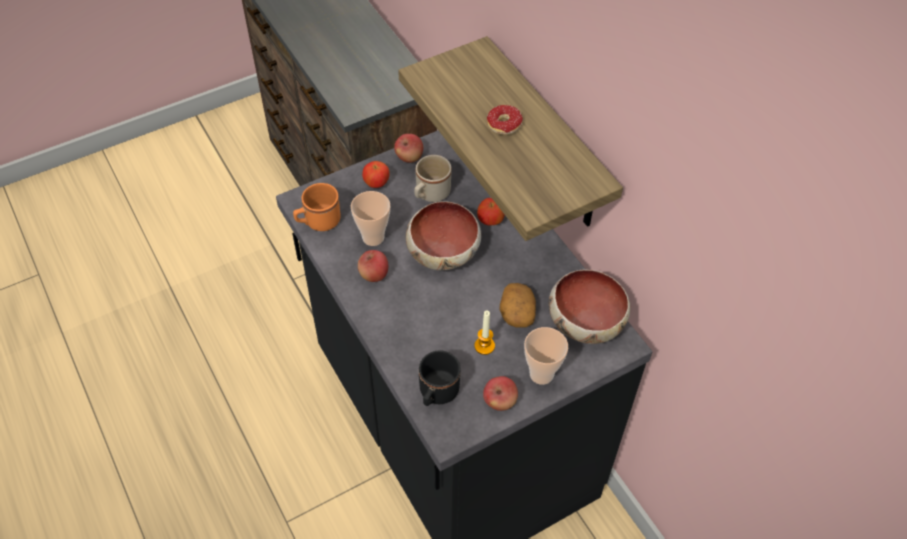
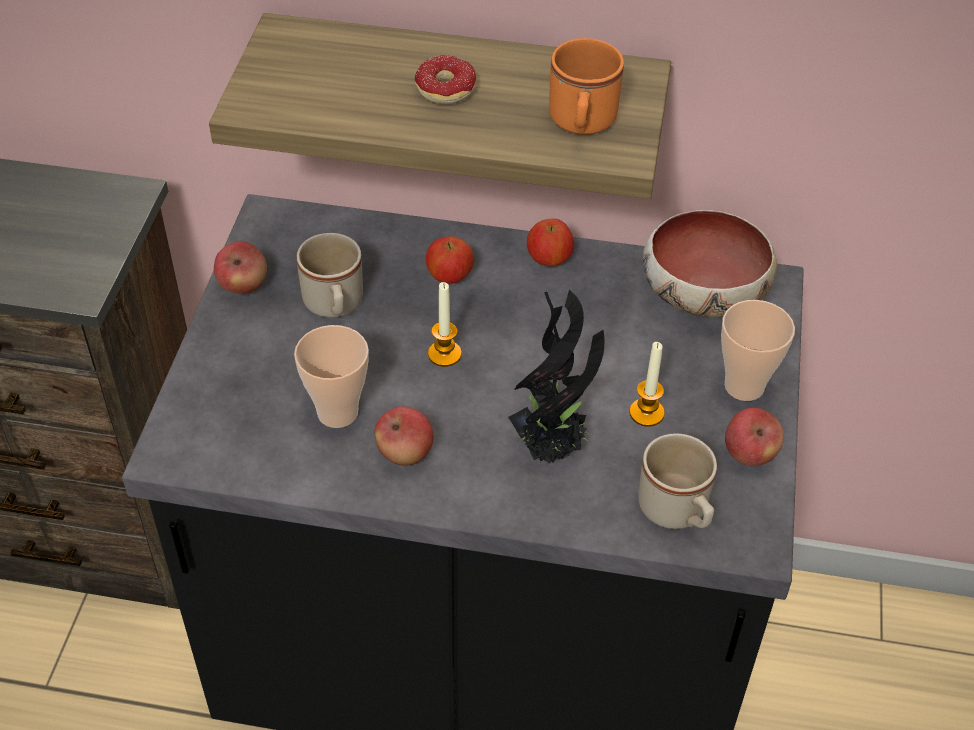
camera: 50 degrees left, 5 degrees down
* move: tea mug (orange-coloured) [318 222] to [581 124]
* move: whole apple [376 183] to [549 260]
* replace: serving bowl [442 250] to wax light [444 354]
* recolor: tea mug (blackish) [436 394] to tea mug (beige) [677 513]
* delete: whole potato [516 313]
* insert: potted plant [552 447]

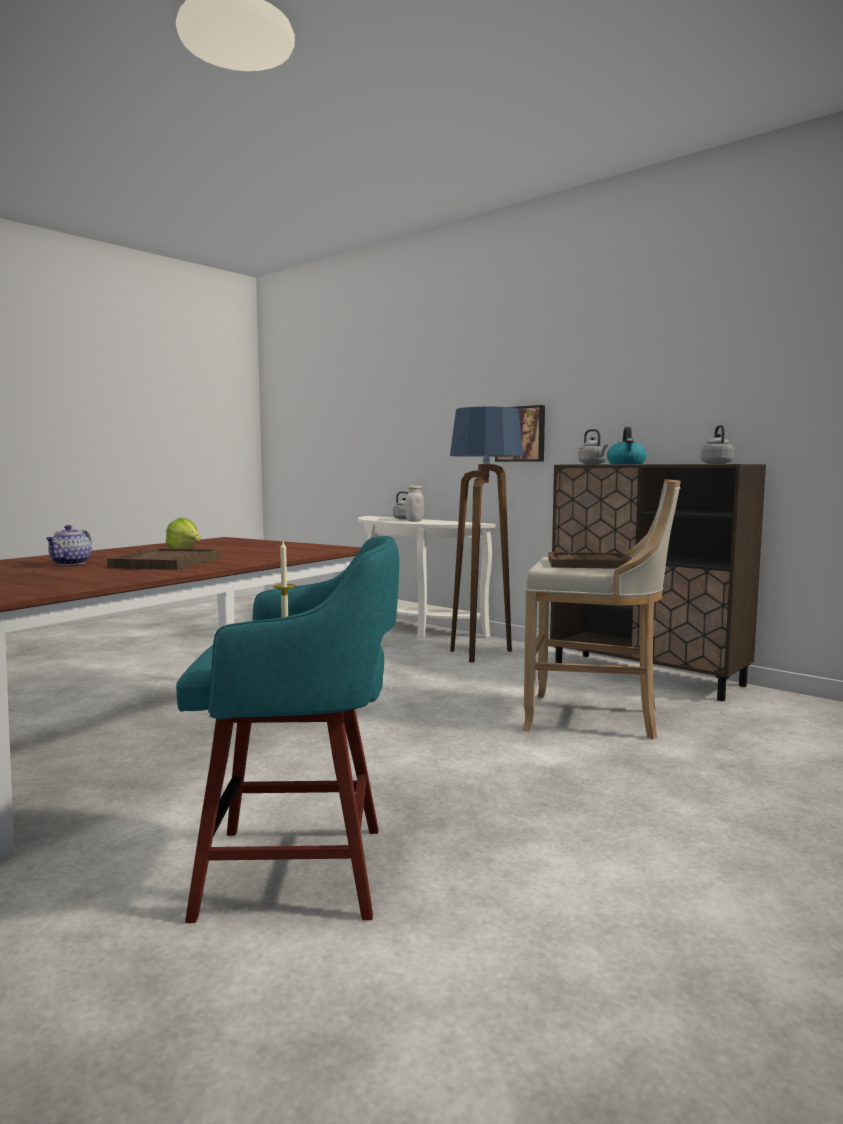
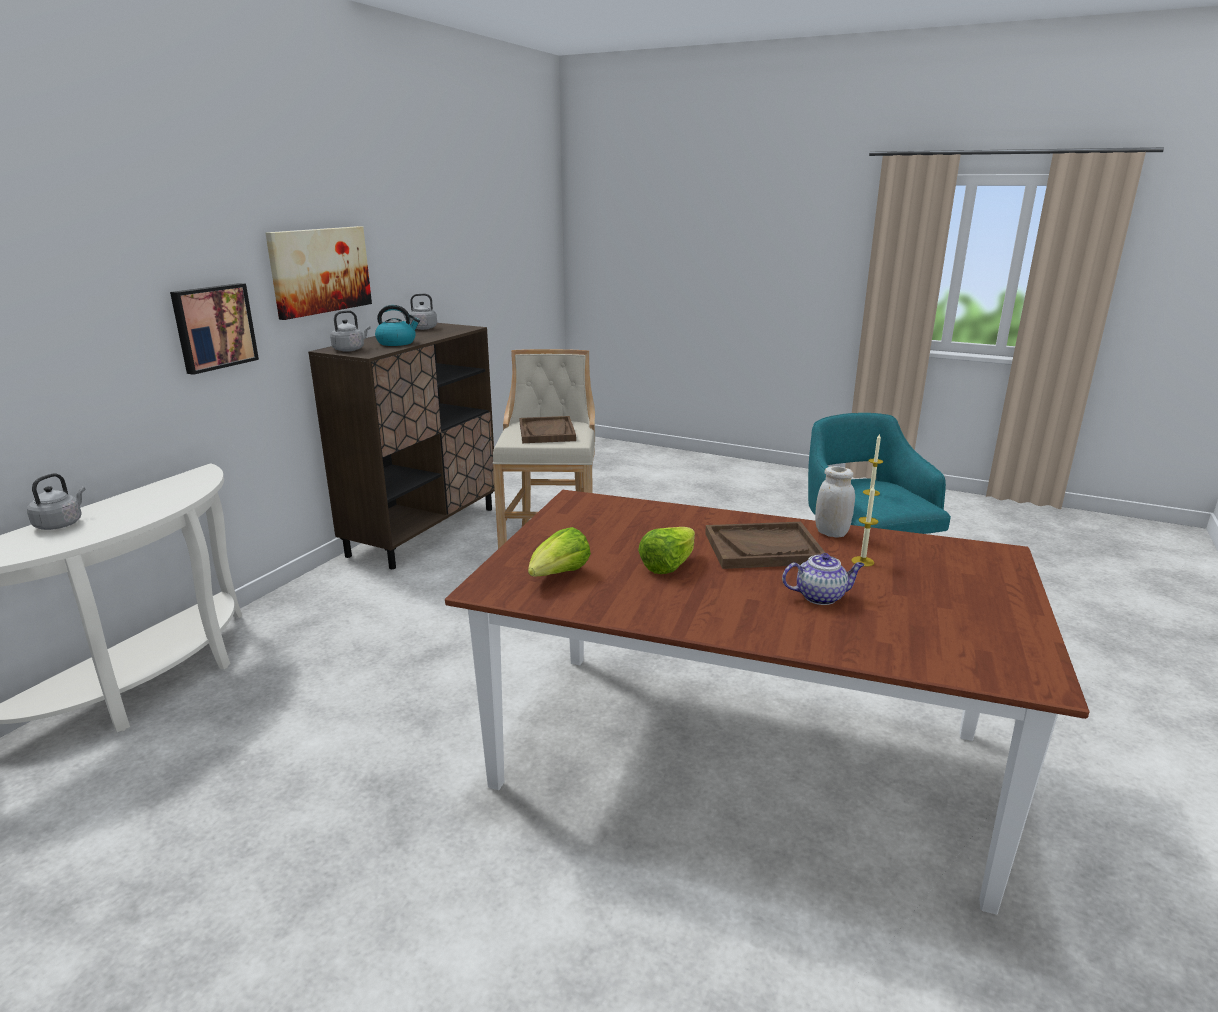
camera: 105 degrees left, 15 degrees up
* move: storage jar (white) [414 521] to [831 533]
* delete: standard lamp [483 654]
* insert: wall picture [320 270]
* insert: lettuce head [559 575]
* insert: wax light [862 561]

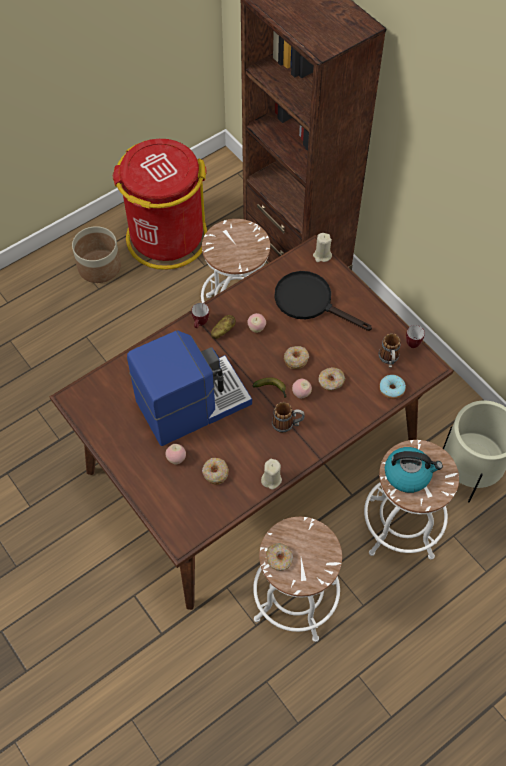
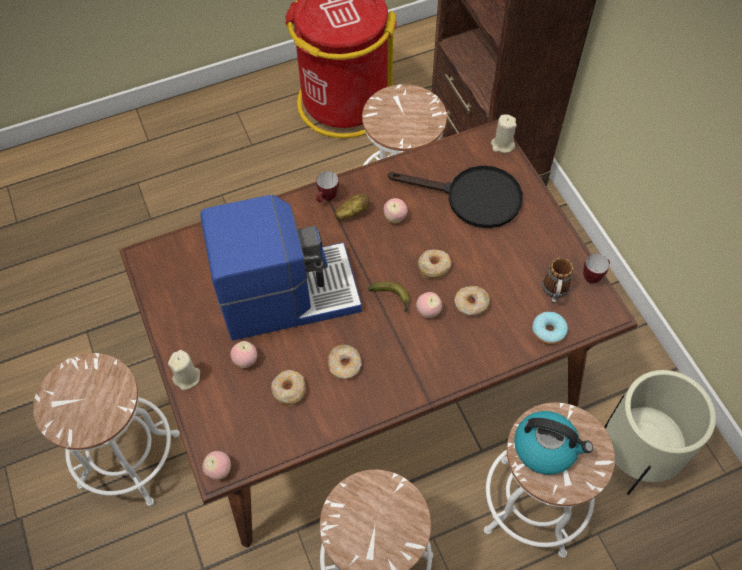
camera: 15 degrees right, 0 degrees up
* delete: plant pot [99 266]
* move: wax light (beige) [271 479] to [187 377]
* move: ring doughnut [279 559] to [345 365]
* delete: tea mug [287 424]
* rotate: pan (blackish) [310 301] = [472 198] 150 degrees clockwise
* insert: sitting stool (white) [129 459]
* insert: whole apple [219 470]

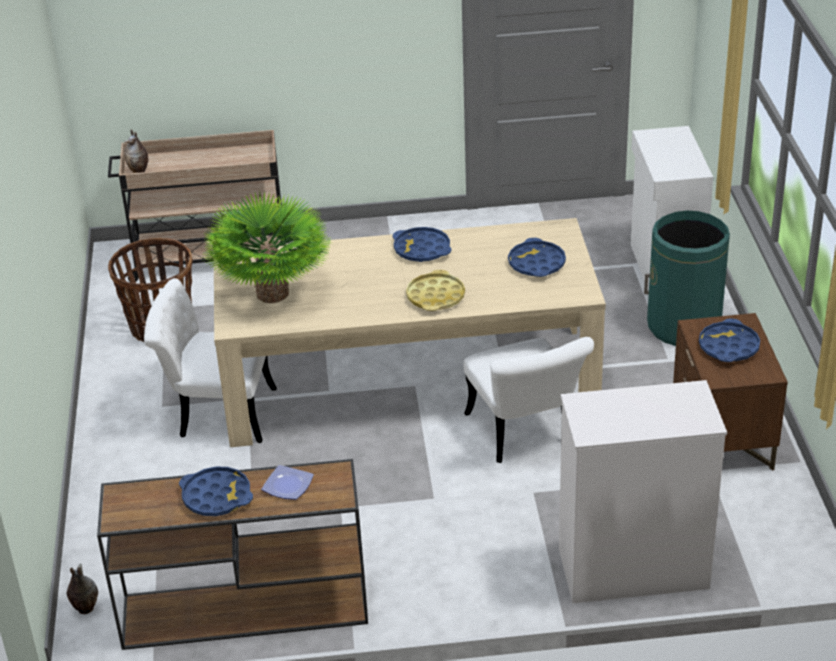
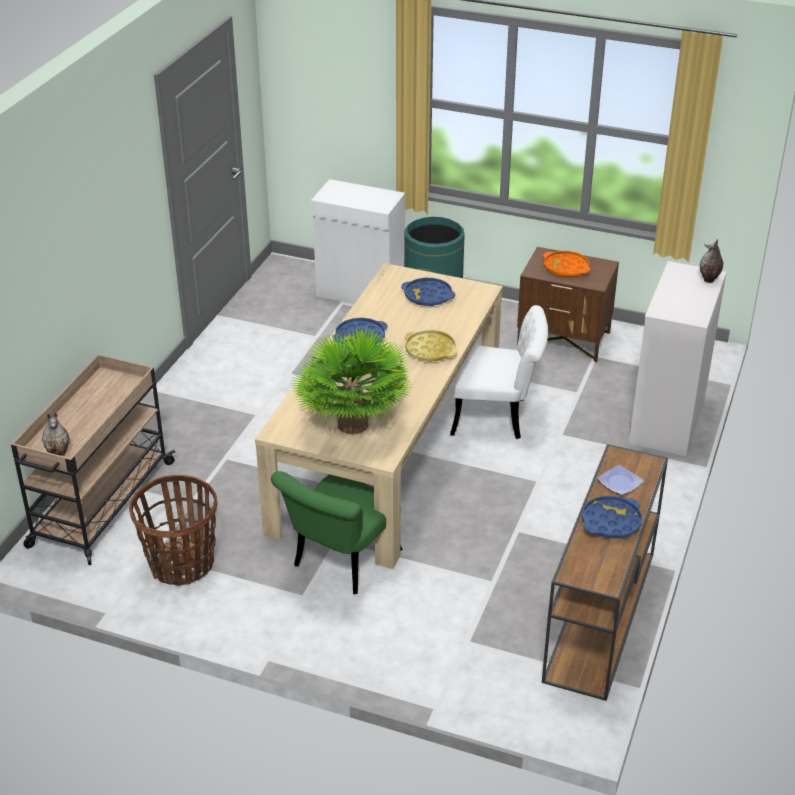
camera: 65 degrees left, 0 degrees up
* move: vase [85 609] to [709 280]
* recolor: plain chair (white) [216 413] to plain chair (green-coloured) [340 564]
* recolor: serving tray (bluish) [728 347] to serving tray (orange-coloured) [566 268]

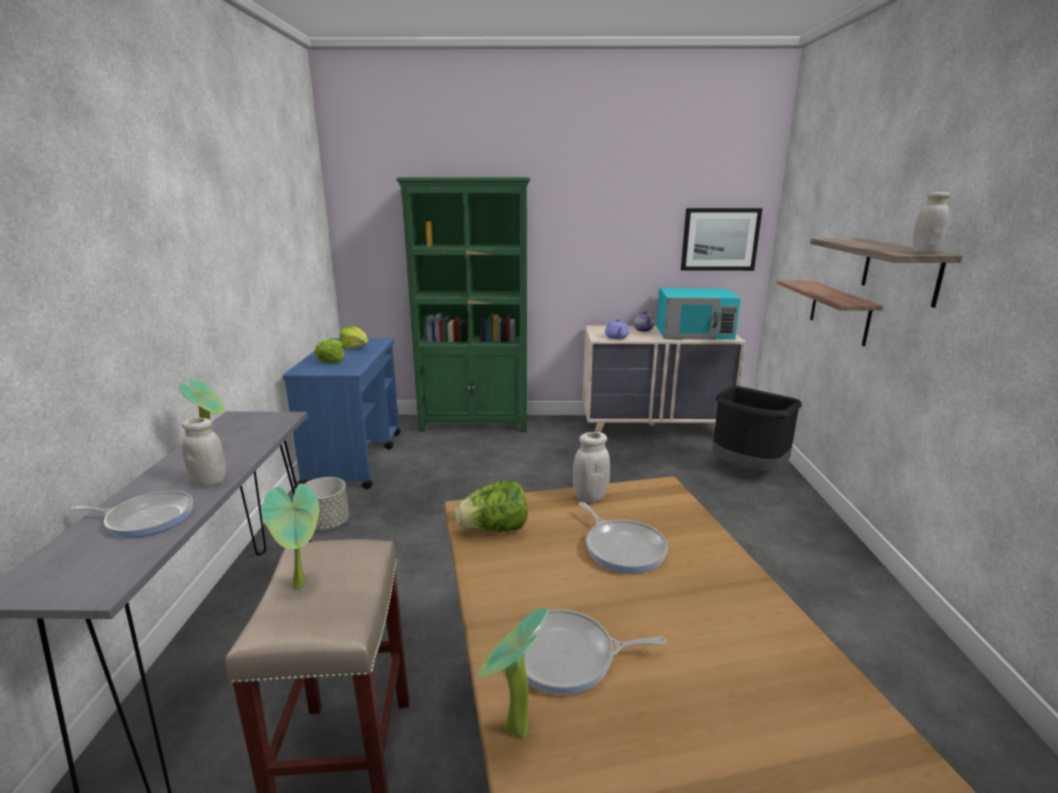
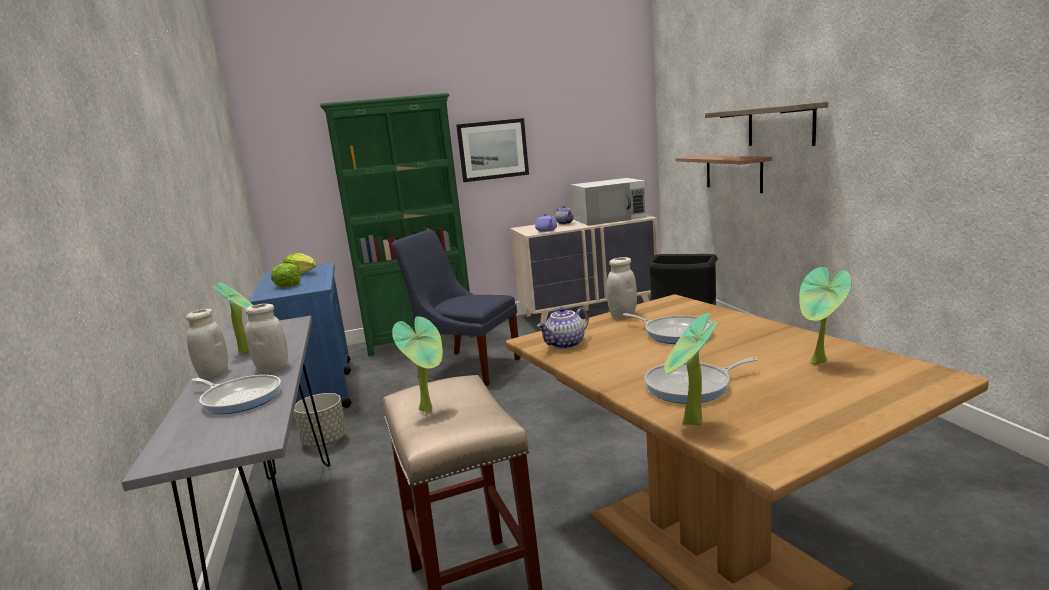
camera: 15 degrees left, 5 degrees down
* rotate: pan [147 518] = [240 398] 45 degrees clockwise
* replace: lettuce head [494 529] to pot for tea [566 345]
* recolor: kitchen microwave (turquoise-coloured) [694 332] to kitchen microwave (white) [609 218]
* move: wall picture [720 239] to [493 150]
* move: storage jar (white) [924 252] to [213 373]
* insert: plain chair (bluish) [466 367]
* insert: potted plant [819 363]

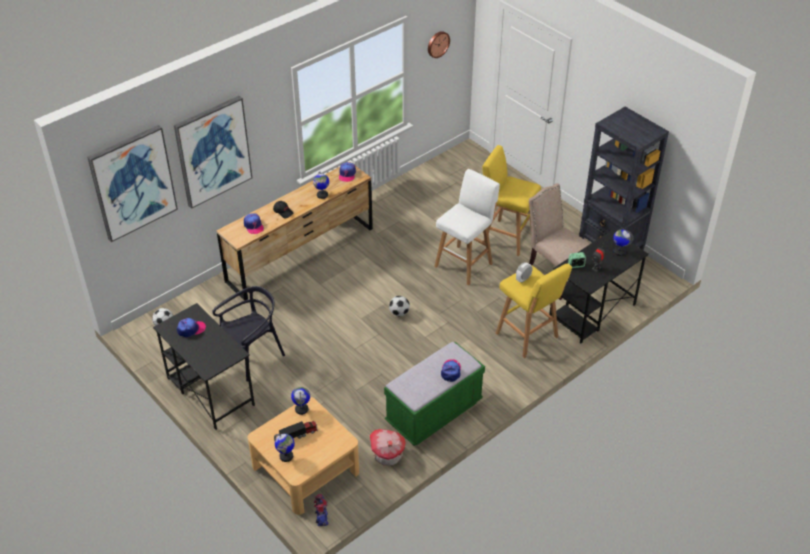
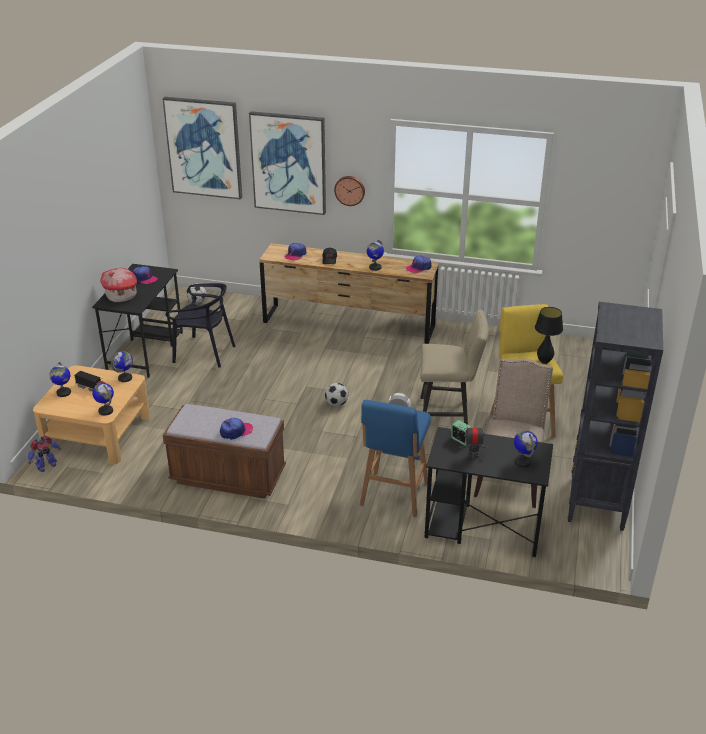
camera: 55 degrees right, 10 degrees down
* move: toy house [387 455] to [121 296]
* recolor: bench (green-coloured) [434 412] to bench (brown) [228 477]
* move: wall clock [437 44] to [350 190]
* replace: sitting stool (white) [464 264] to plain chair (beige) [448 414]
* recolor: sitting stool (yellow-coloured) [528 336] to sitting stool (bluish) [393 496]
* insert: desk globe [106 411]
* insert: tabletop lamp (blackish) [544 361]

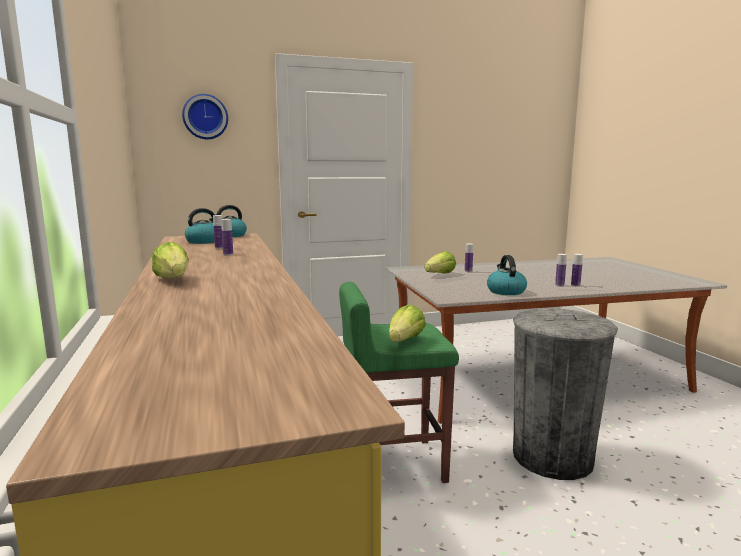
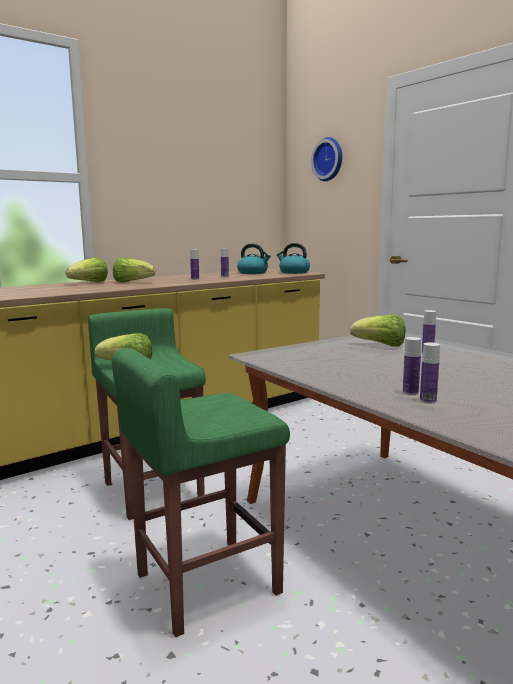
camera: 70 degrees right, 0 degrees up
* delete: water kettle [505 291]
* replace: waste bin (greyish) [552 457] to sitting stool (green-coloured) [205 584]
* insert: lettuce head [132 282]

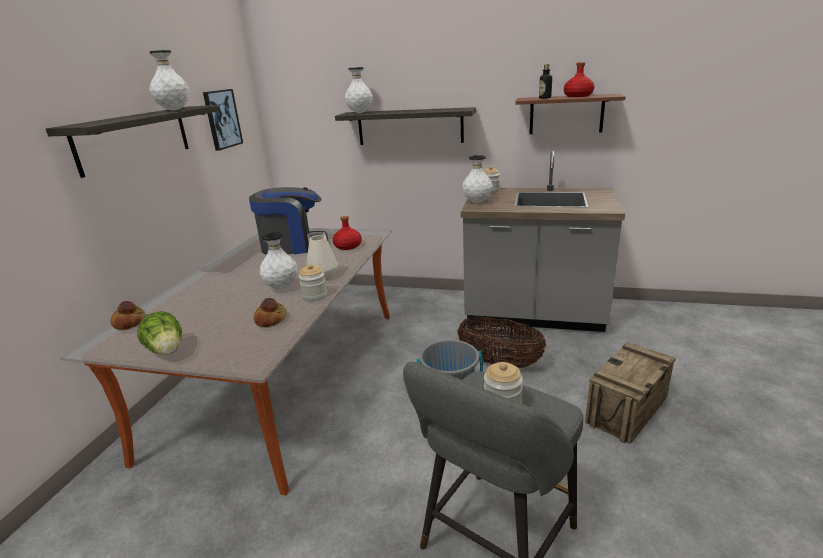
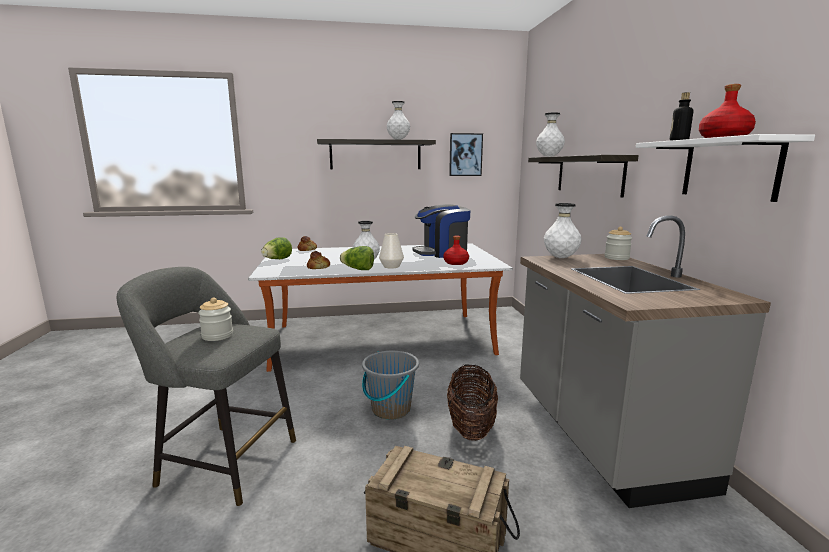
camera: 65 degrees right, 10 degrees down
* rotate: coffee brewer [293 245] = [442 253] 105 degrees clockwise
* replace: storage jar [314 296] to lettuce head [358 269]
* recolor: wall shelf (brown) [566 114] to wall shelf (white) [729 169]

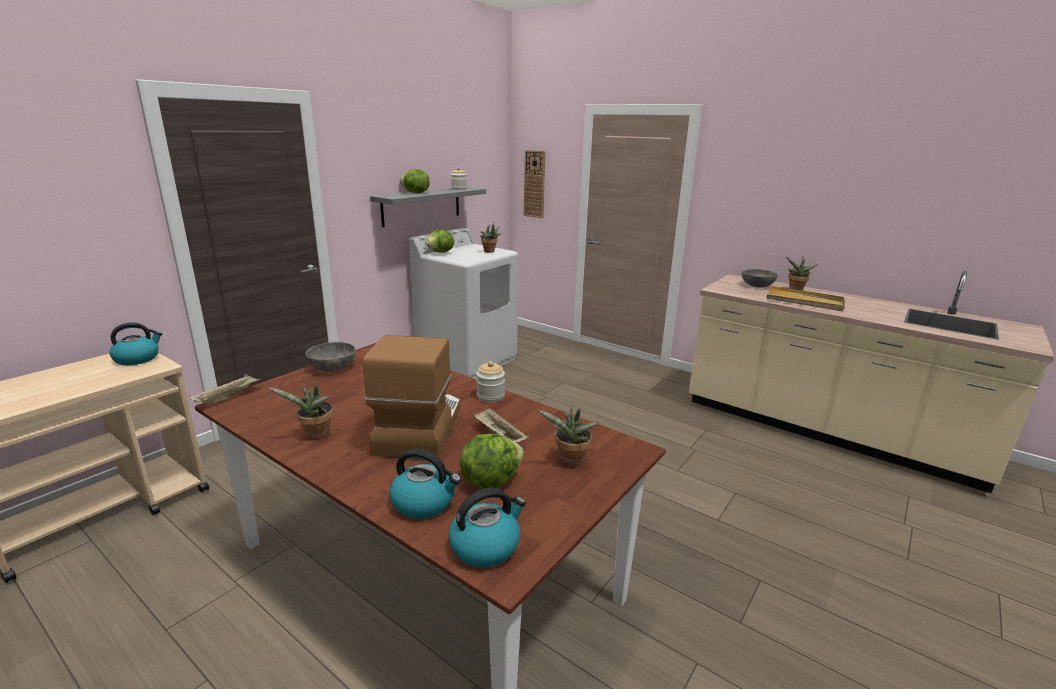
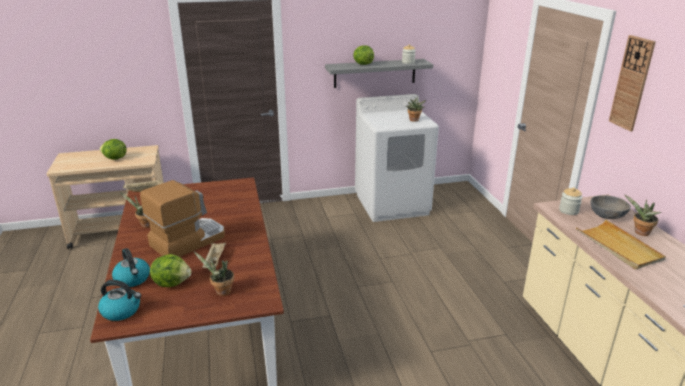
camera: 40 degrees right, 5 degrees up
* delete: water kettle [138 359]
* delete: serving bowl (greyish) [332 368]
* move: lettuce head [441 252] to [115 158]
* move: storage jar [490 396] to [568 211]
* move: wall clock [534 184] to [631 83]

